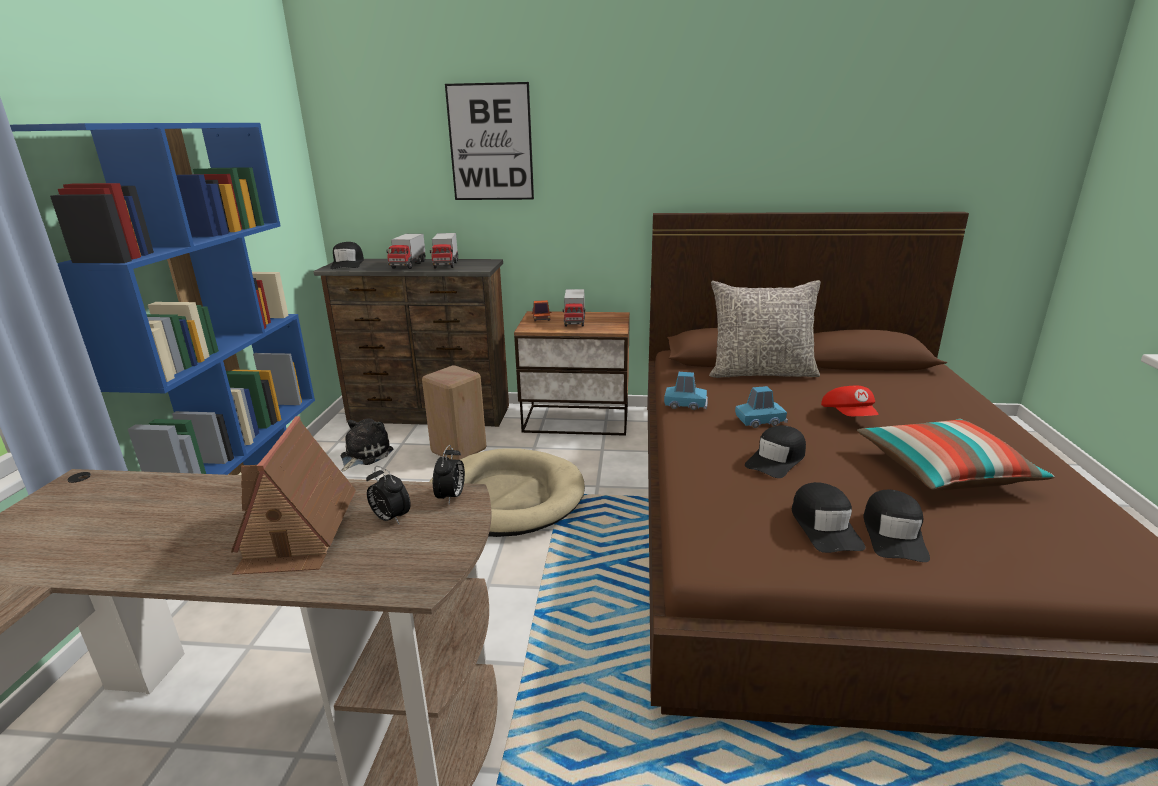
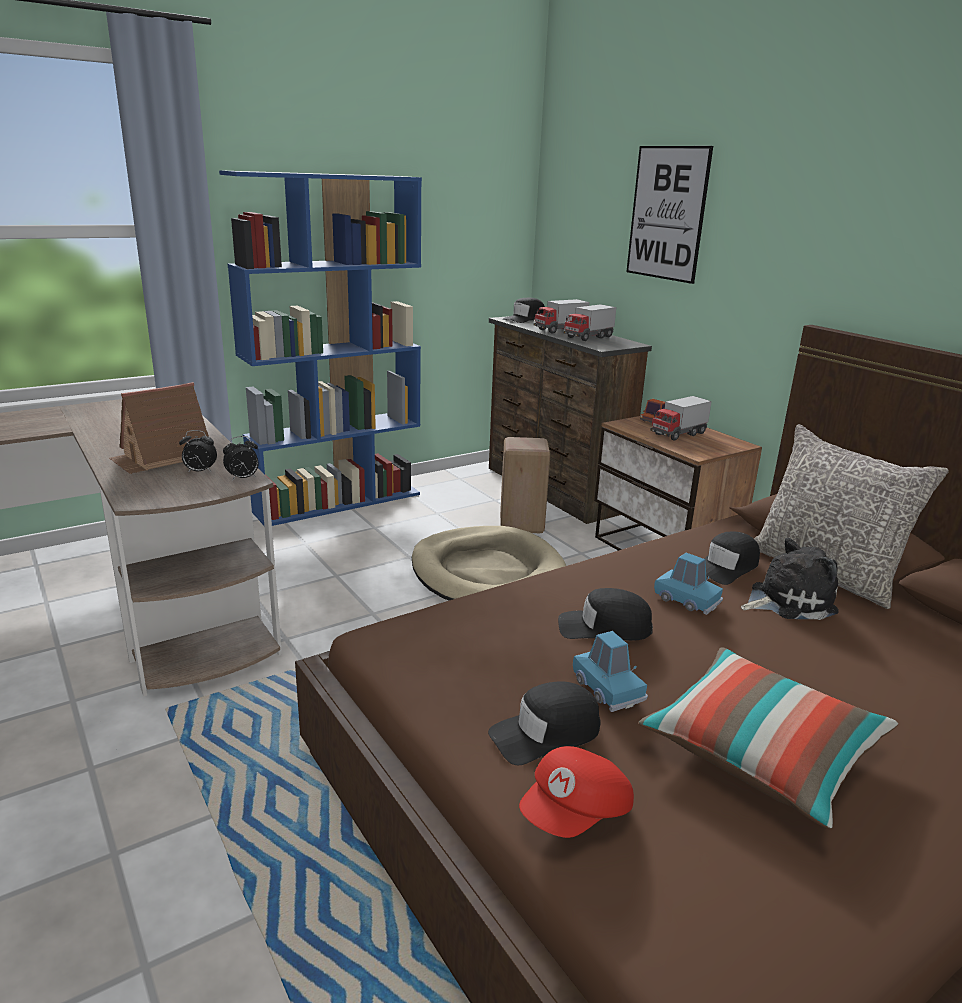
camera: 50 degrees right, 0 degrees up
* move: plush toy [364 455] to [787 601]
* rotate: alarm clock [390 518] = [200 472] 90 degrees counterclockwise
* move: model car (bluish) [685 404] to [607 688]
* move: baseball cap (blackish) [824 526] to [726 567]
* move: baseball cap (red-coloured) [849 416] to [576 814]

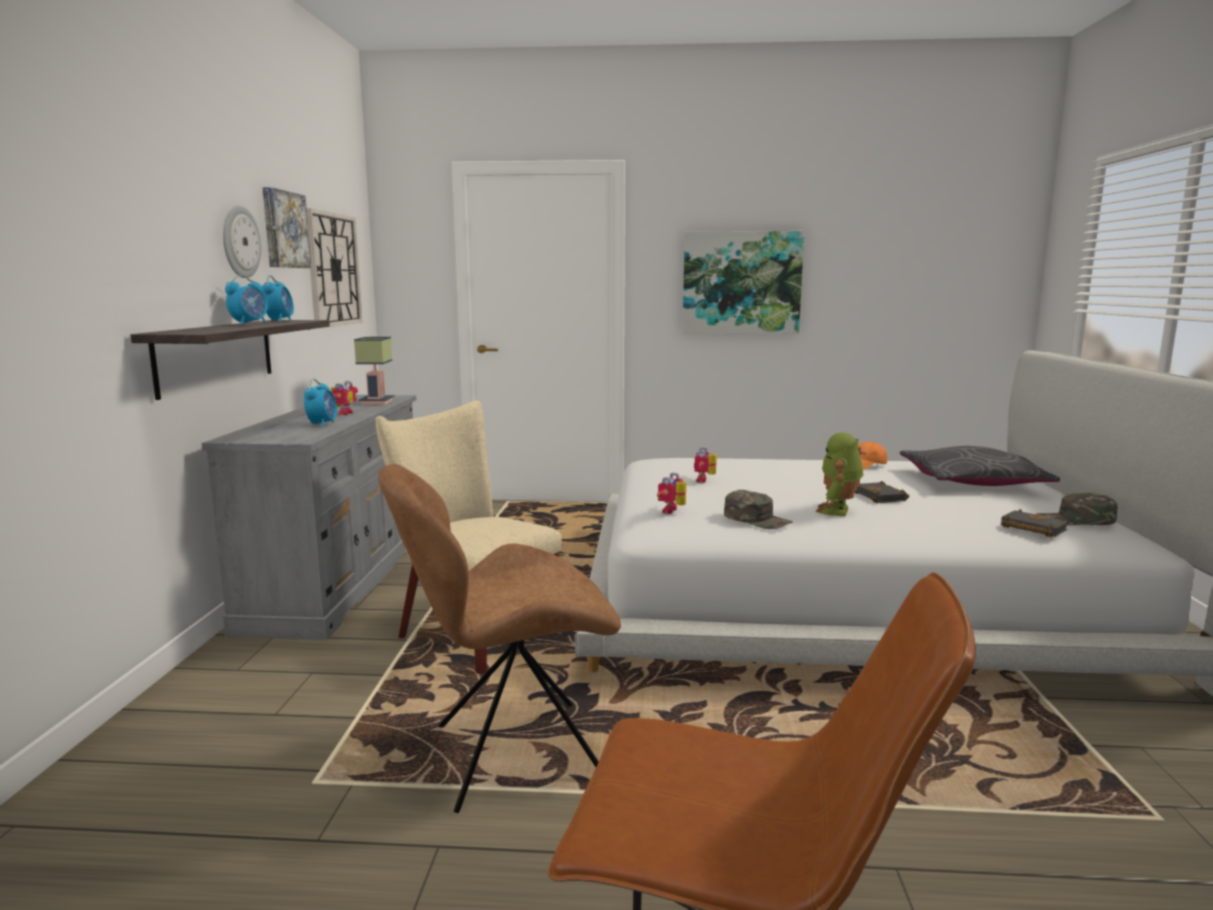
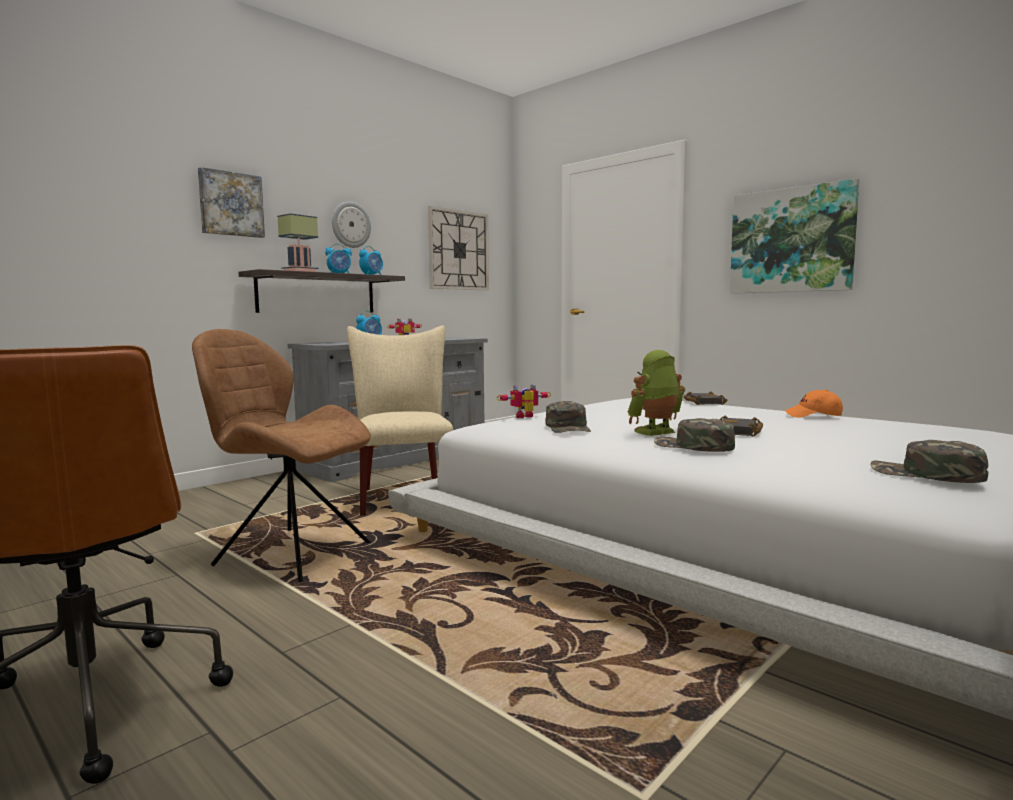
camera: 40 degrees right, 5 degrees down
* move: wall picture [283 229] to [230 204]
* move: tabletop lamp [378 402] to [299 271]
* delete: robot figure [705 480]
* delete: throw pillow (greyish) [972 482]
* move: volume (blackish) [1031 528] to [702 402]
* insert: baseball cap (green-coloured) [693 446]

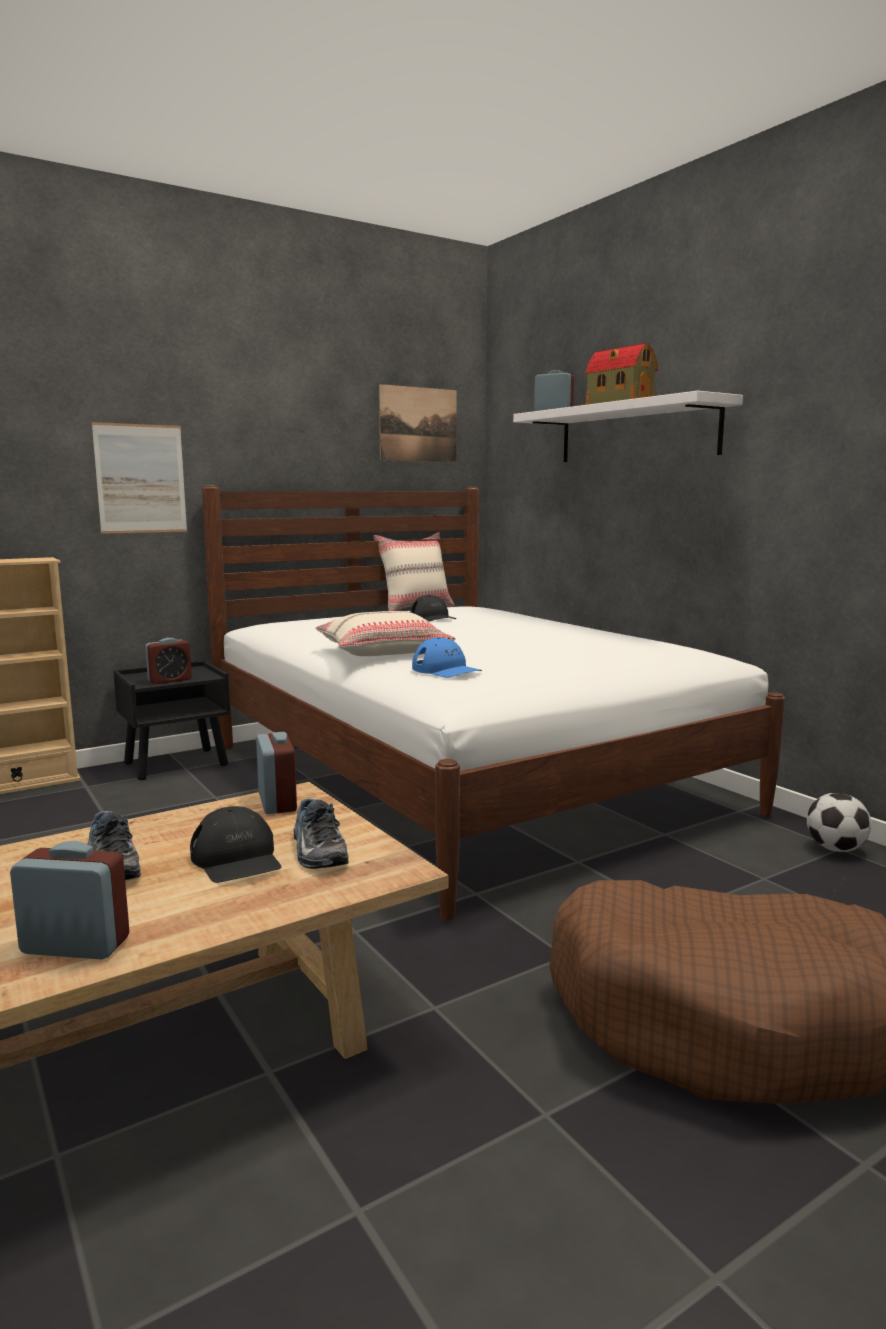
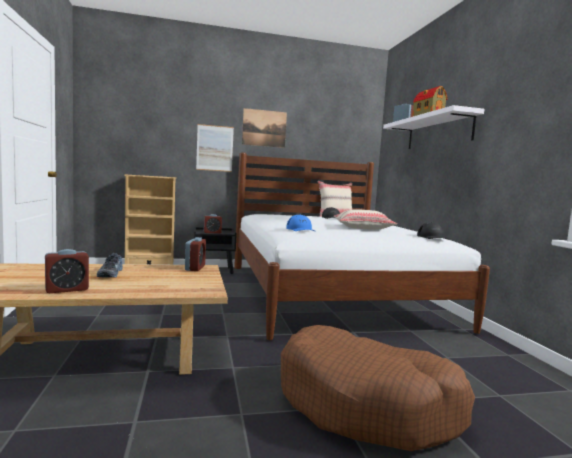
camera: 20 degrees right, 5 degrees down
* rotate: alarm clock [75 946] = [67 289] 120 degrees clockwise
* move: baseball cap (blackish) [237 859] to [432 237]
* delete: shoe [316 851]
* move: throw pillow (beige) [383 651] to [362 228]
* move: wall picture [418 424] to [264 128]
* delete: football [836 849]

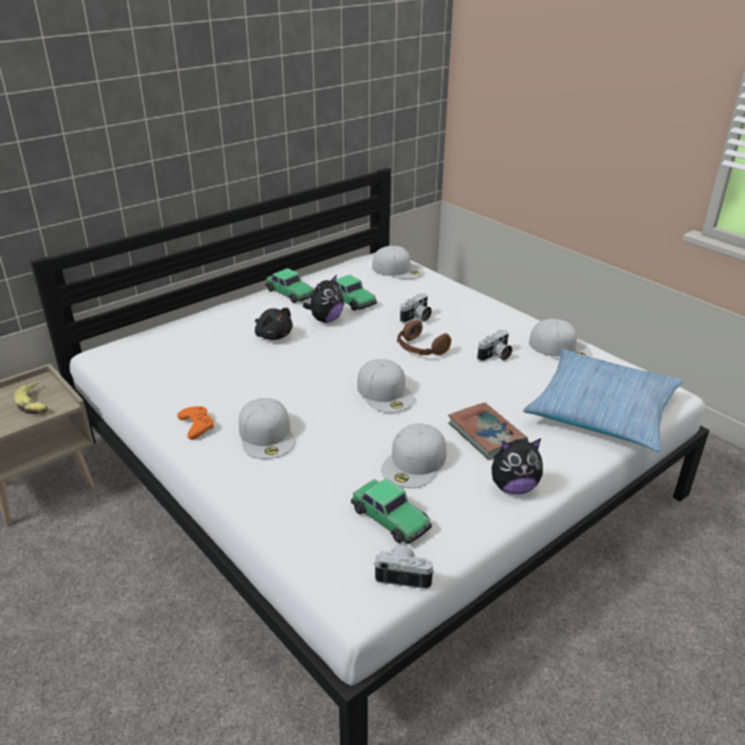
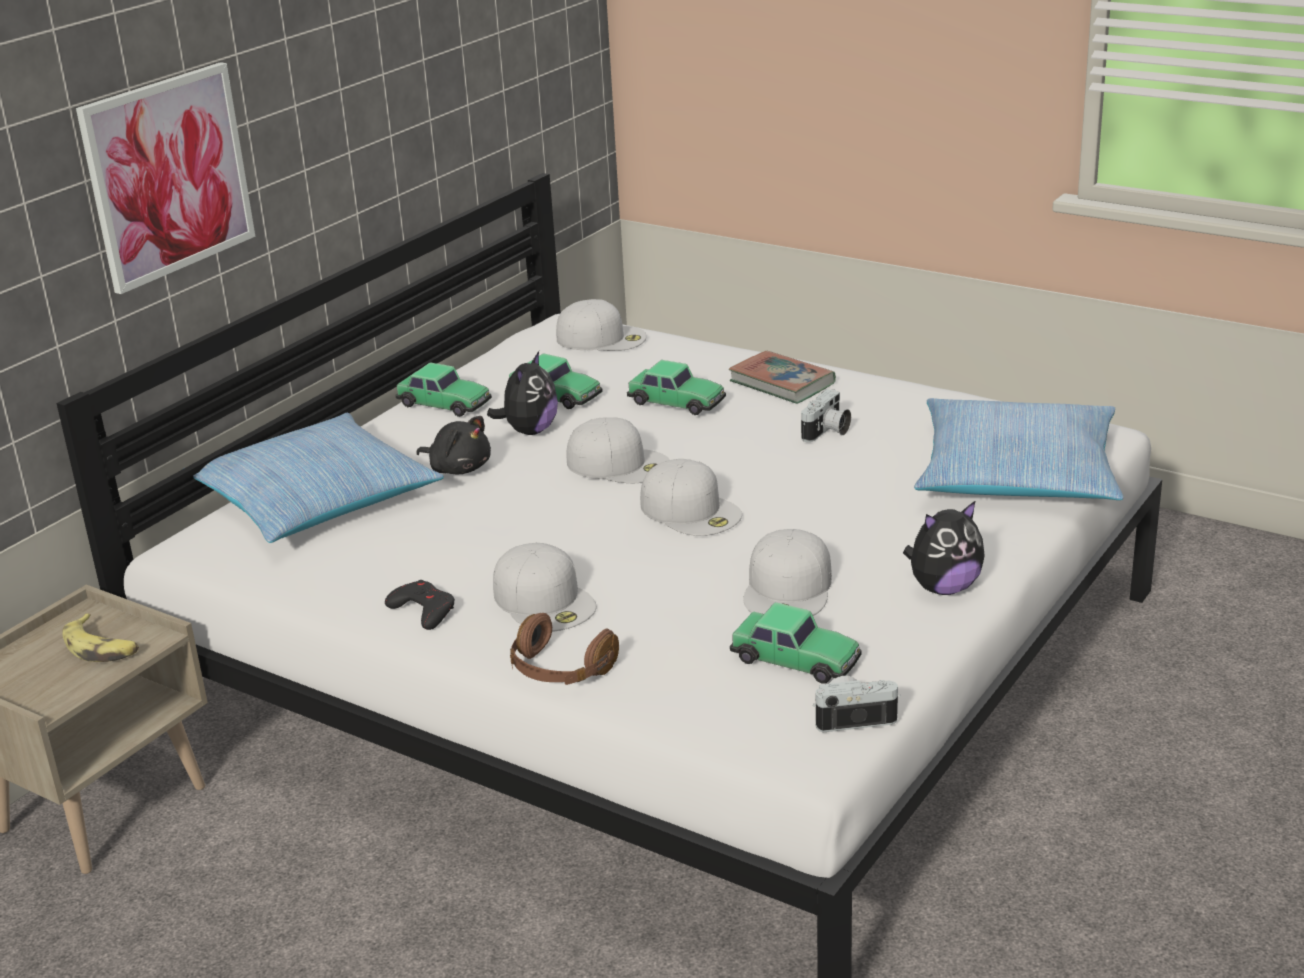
camera: 15 degrees left, 5 degrees down
* recolor: gamepad (orange-coloured) [196 425] to gamepad (blackish) [423 610]
* move: headset (brown) [420 349] to [560 670]
* replace: still camera [416 318] to model car [677 402]
* move: volume [486 434] to [782 383]
* move: baseball cap (white) [560 348] to [619 463]
* insert: wall picture [168 175]
* insert: throw pillow [315 499]

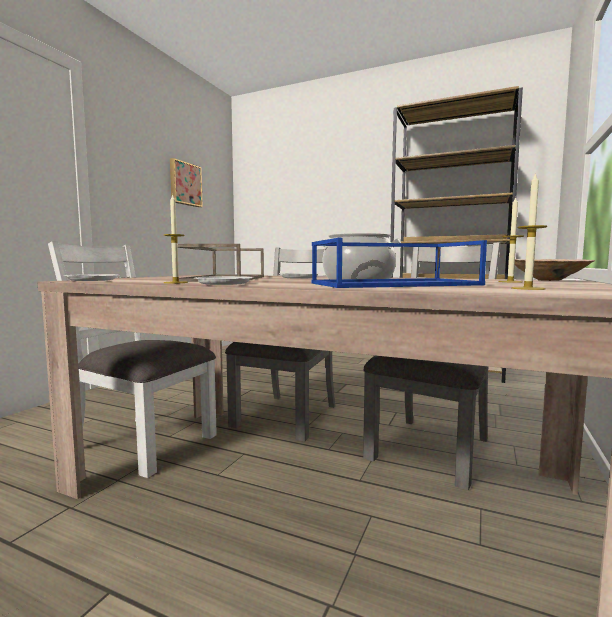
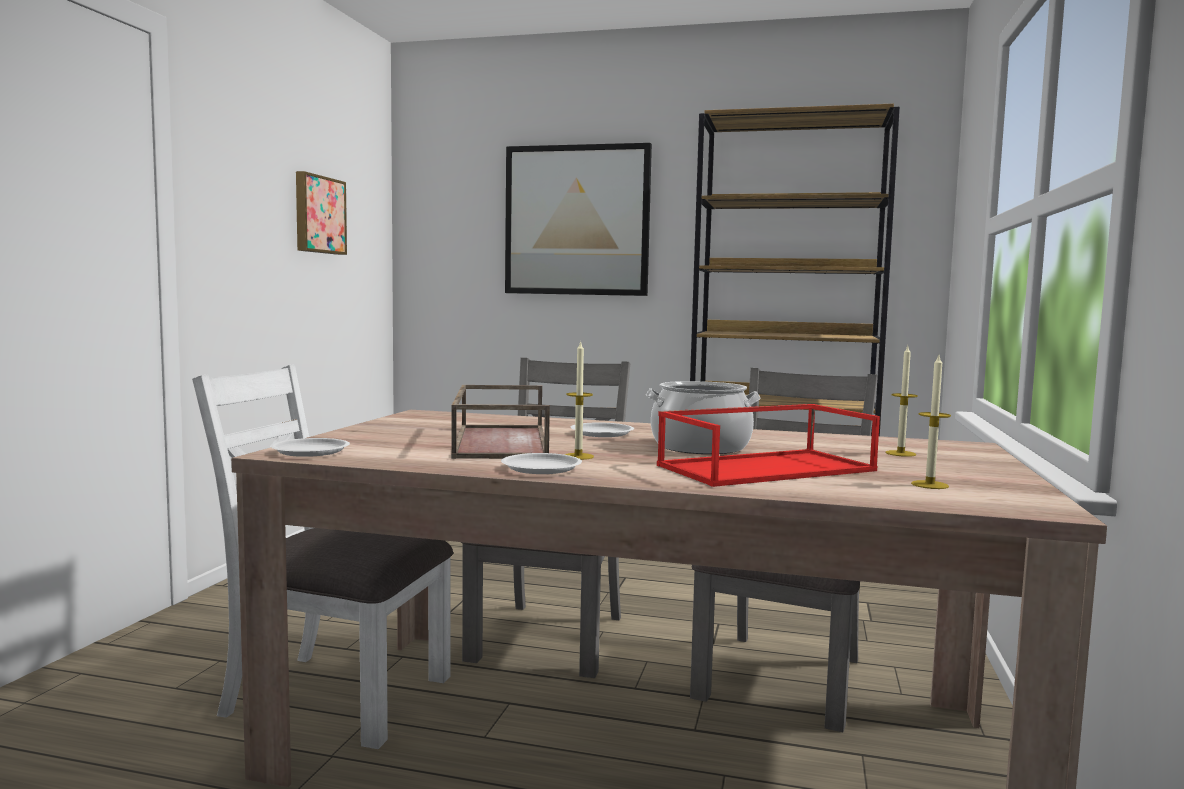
camera: 10 degrees left, 0 degrees up
* move: wax light [175 282] to [578 456]
* recolor: serving tray (bluish) [395 284] to serving tray (red-coloured) [767 467]
* delete: serving bowl (beige) [549 280]
* insert: wall picture [577 221]

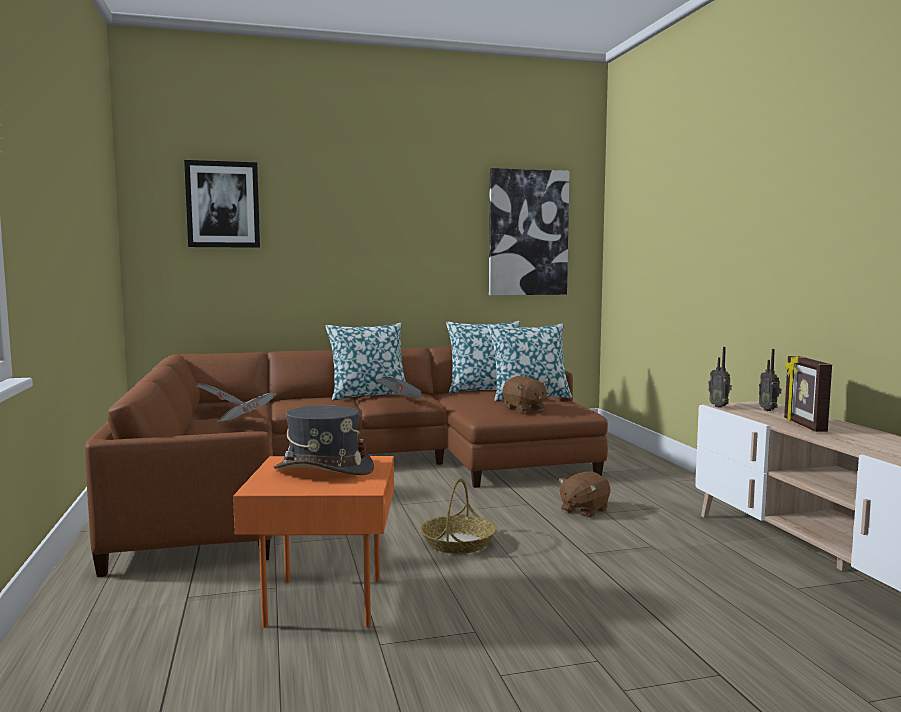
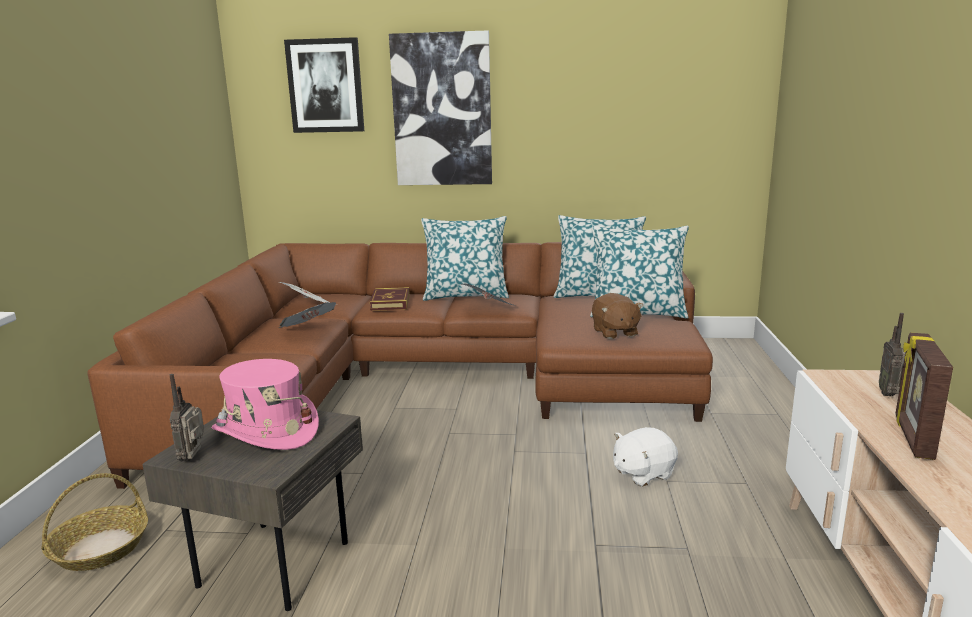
camera: 20 degrees right, 10 degrees up
* recolor: side table (orange-coloured) [322 600] to side table (greyish) [274 561]
* recolor: hat (greyish) [323 469] to hat (pink-coloured) [266 432]
* move: basket [457 542] to [100 548]
* move: wall picture [528 233] to [442 110]
* recolor: plush toy (brown) [583 510] to plush toy (white) [642 473]
* move: radio [719 406] to [194 458]
* insert: volume [390 302]

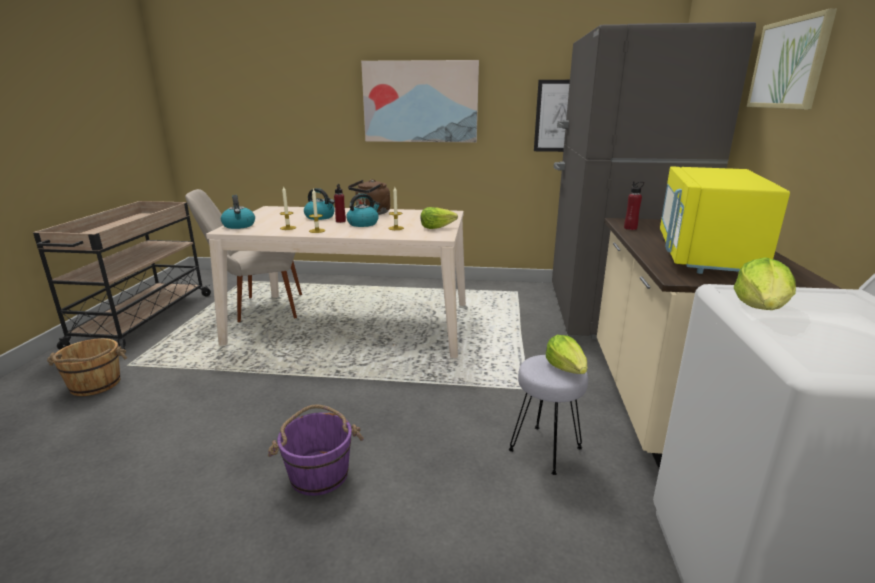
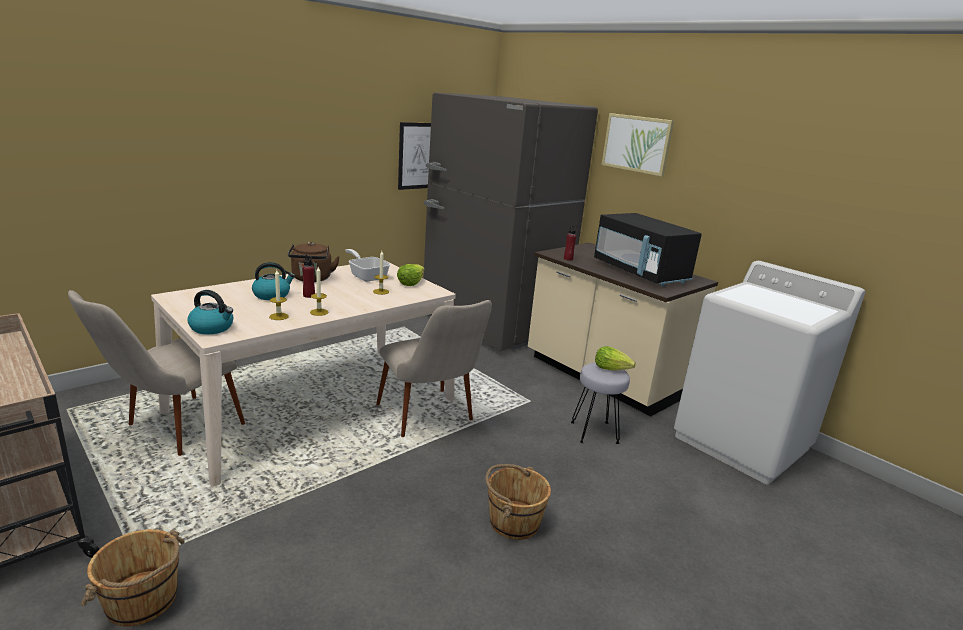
camera: 50 degrees left, 0 degrees up
* recolor: pail (purple) [319 474] to pail (brown) [513 521]
* delete: water kettle [363 223]
* delete: wall picture [420 102]
* recolor: kitchen microwave (yellow-coloured) [704 255] to kitchen microwave (blackish) [640 273]
* delete: lettuce head [761 309]
* insert: pan [366 276]
* insert: plain chair (beige) [431 420]

